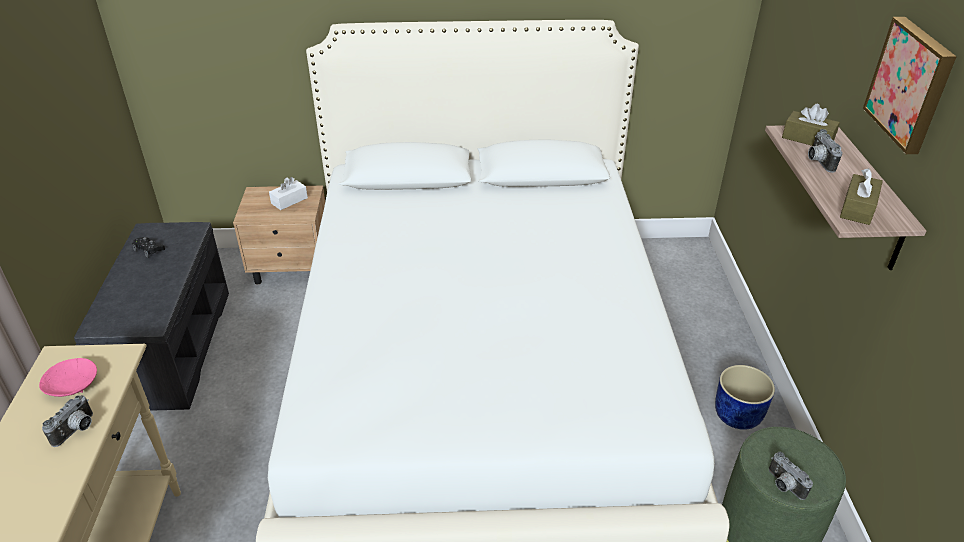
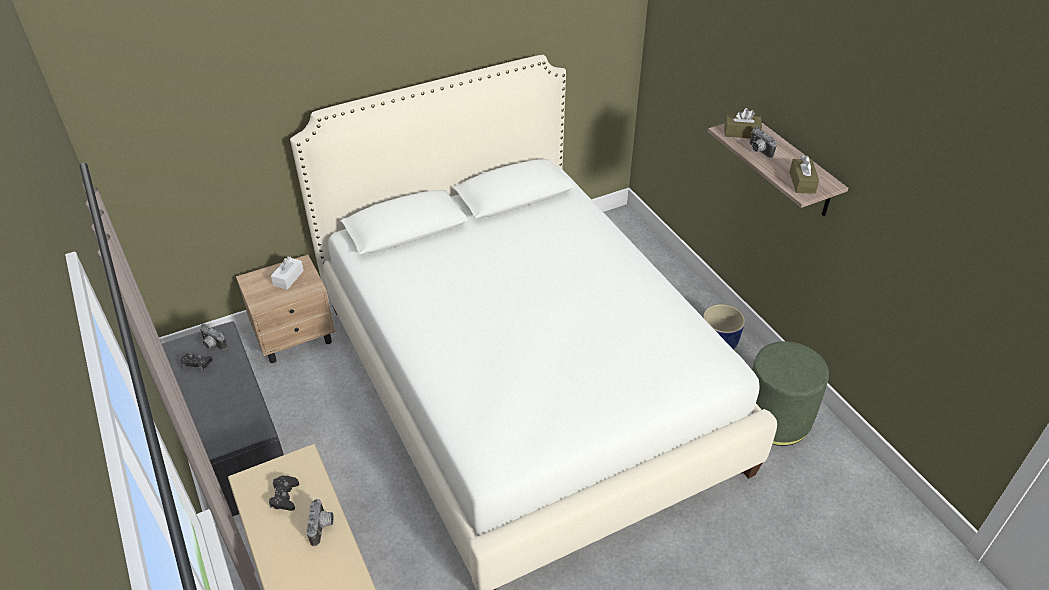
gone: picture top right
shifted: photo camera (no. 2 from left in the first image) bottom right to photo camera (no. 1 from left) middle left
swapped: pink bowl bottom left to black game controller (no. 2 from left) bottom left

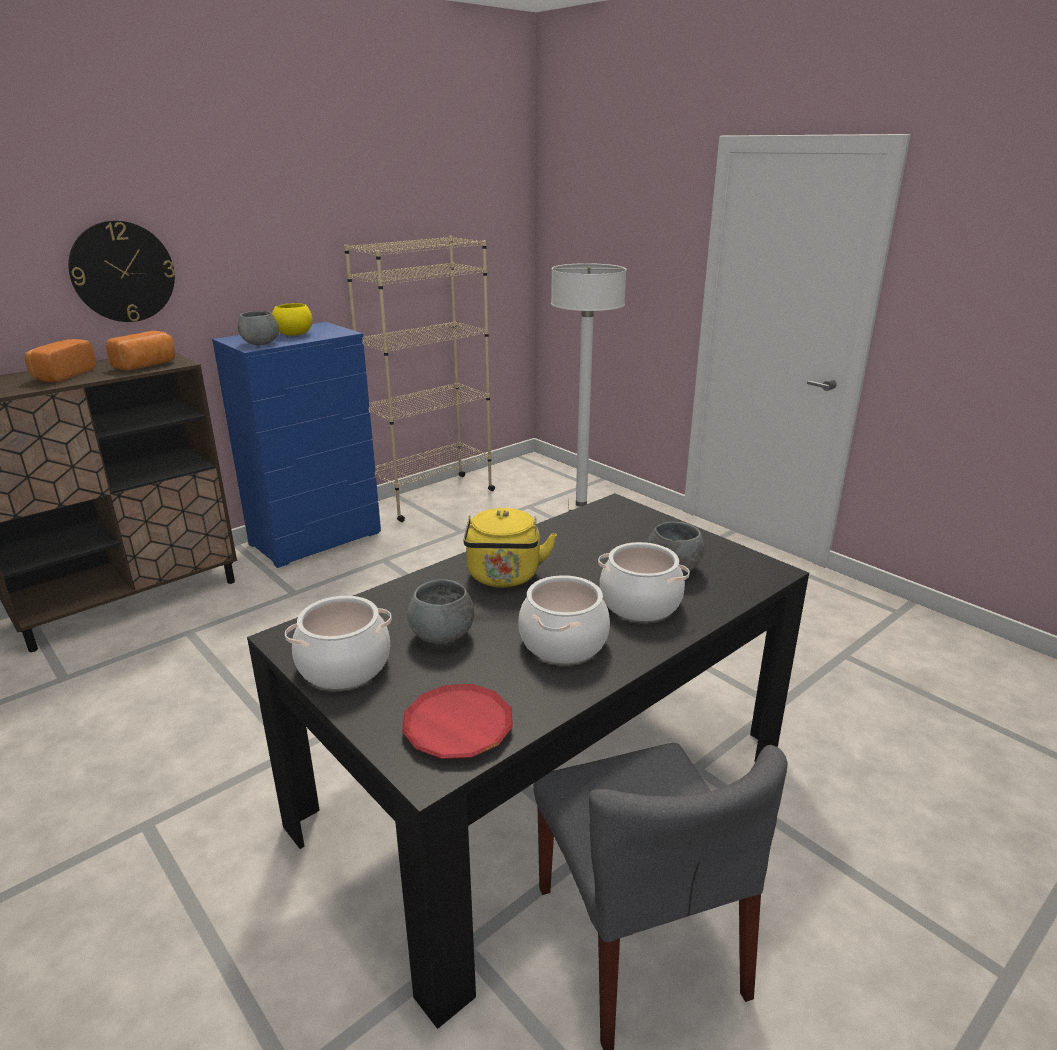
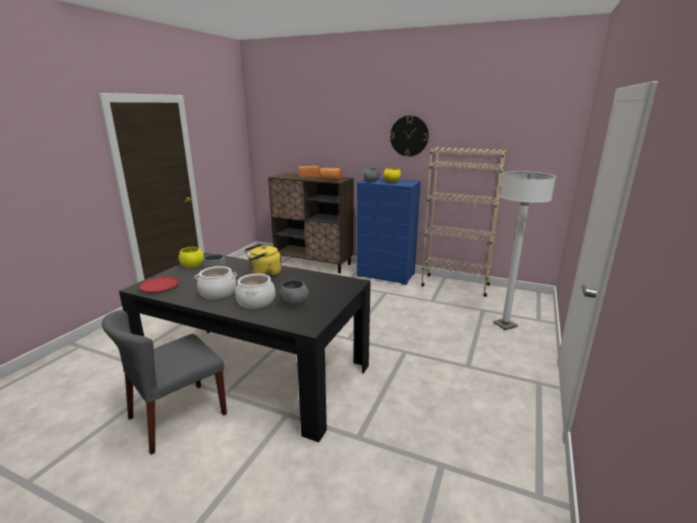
shifted: wall clock top left to top centre
swapped: cooking pot (no. 1 from left) middle left to yellow bowl (no. 1 from left) middle left

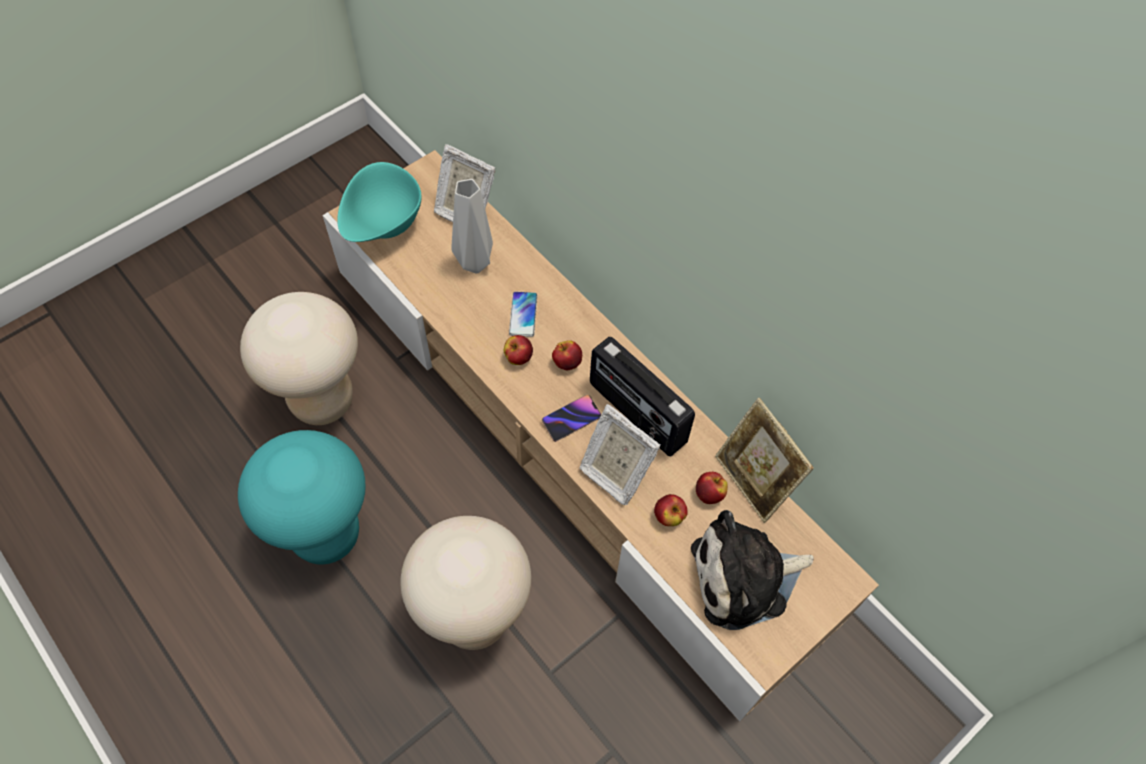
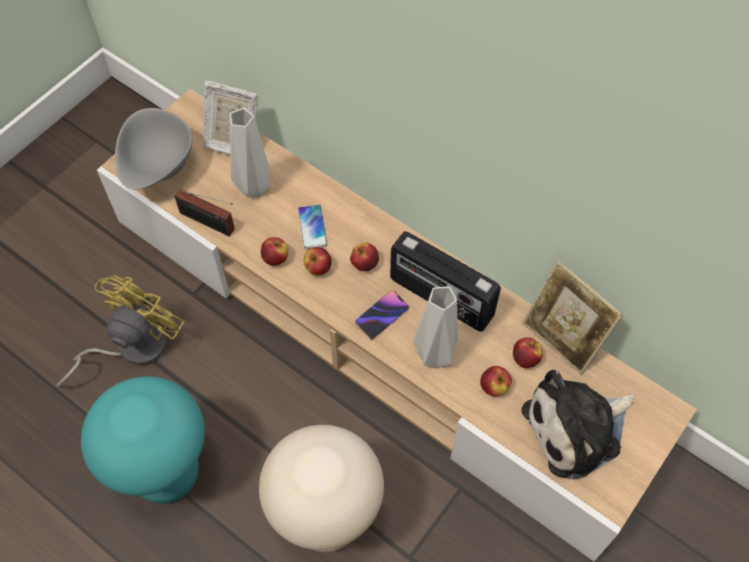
new: radio (no. 1 from left) middle left; apple (no. 1 from left) centre
swapped: beige stool (no. 1 from left) middle left to yellow fan middle left; picture frame (no. 2 from left) centre to grey vase (no. 2 from left) centre
repainted: turquoise bowl top left to grey bowl top left

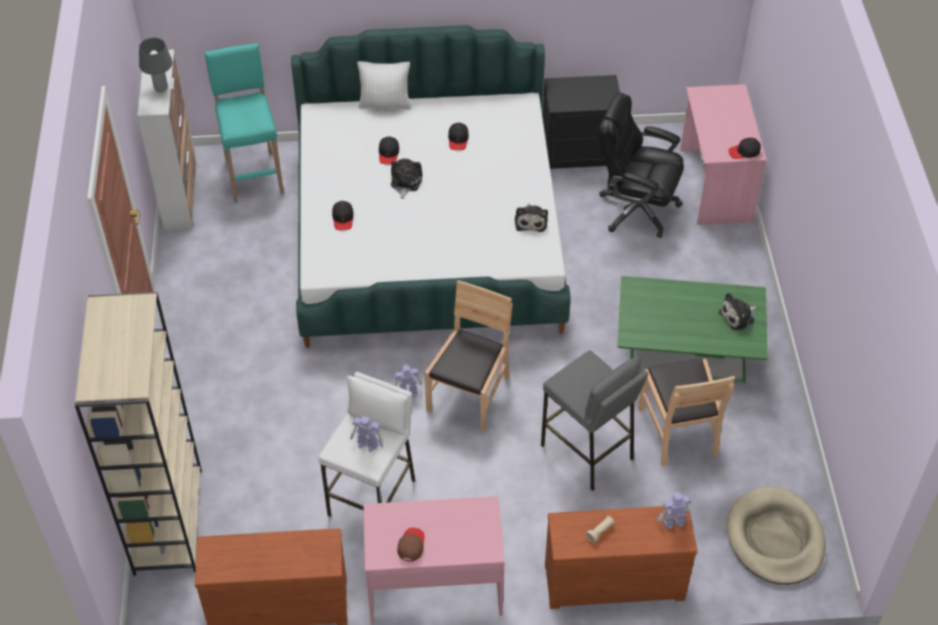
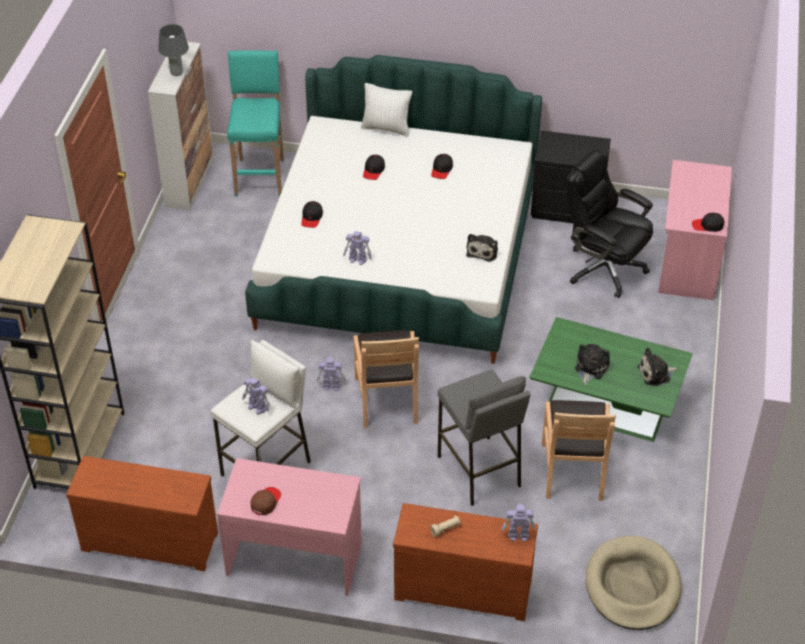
new: toy robot (no. 3 from left) centre
shifted: plush toy (no. 1 from left in the first image) top centre to plush toy (no. 2 from left) middle right
rotated: brown chair (no. 1 from left) centre = centre 135 degrees clockwise

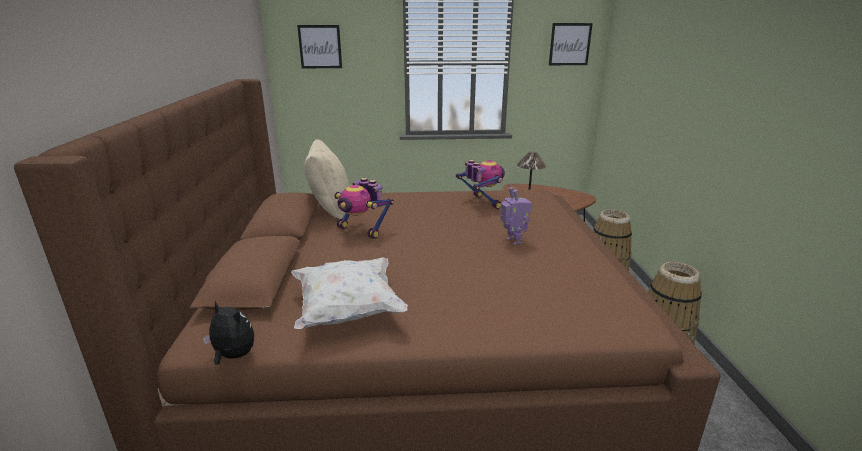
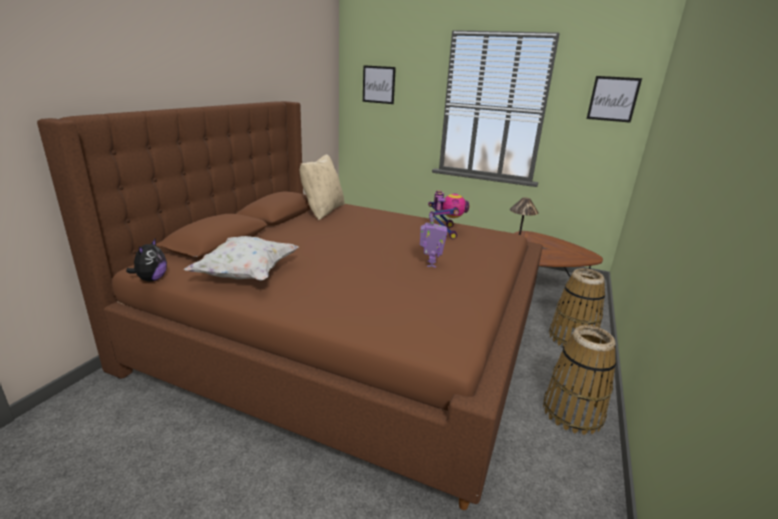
gone: toy robot (no. 1 from left) centre
rotated: plush toy bottom left = middle left 45 degrees clockwise

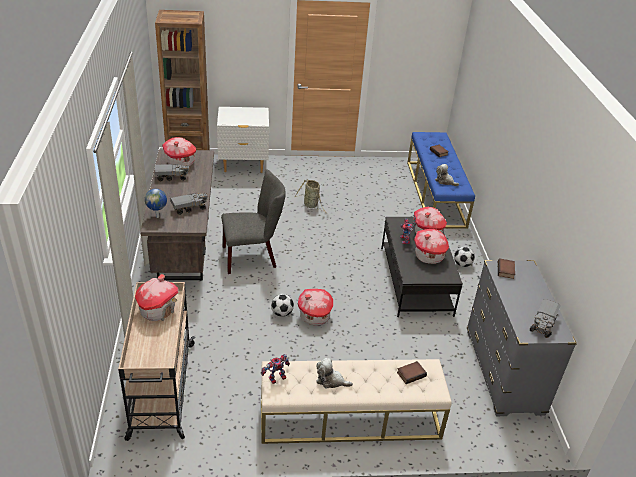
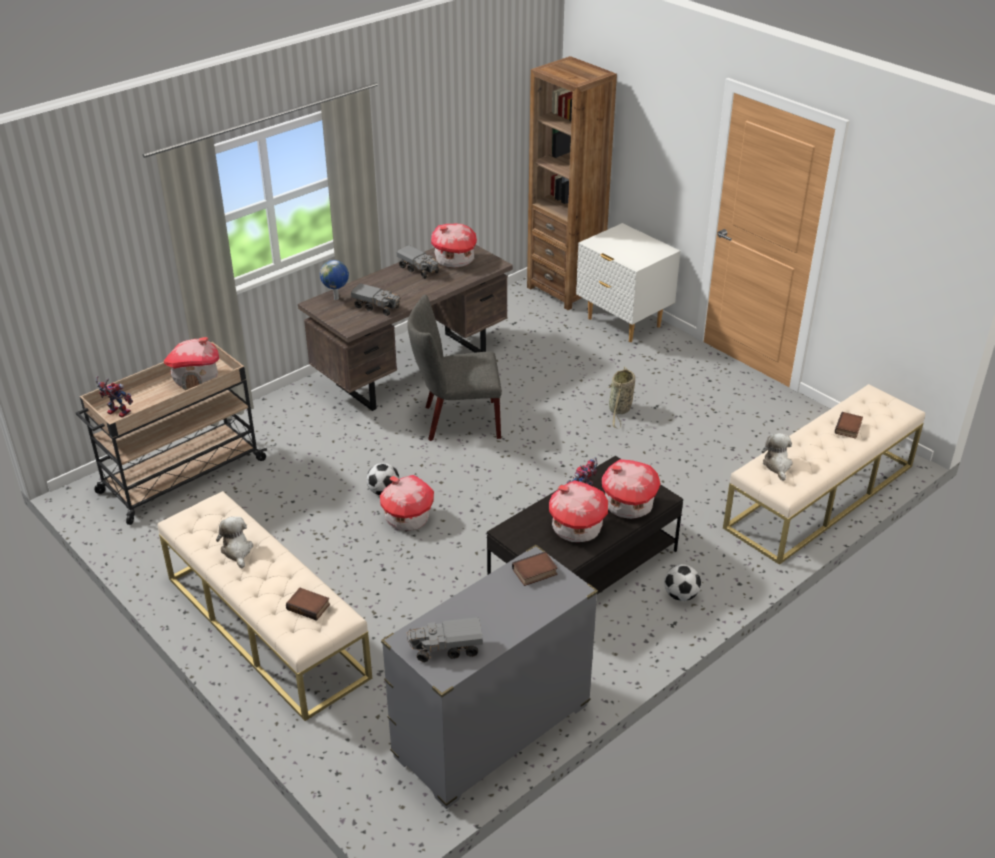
shifted: toy robot (no. 1 from left) bottom centre to middle left
repainted: blue bench middle right to beige bench (no. 2 from left) middle right
rotated: grey chair centre = centre 135 degrees clockwise

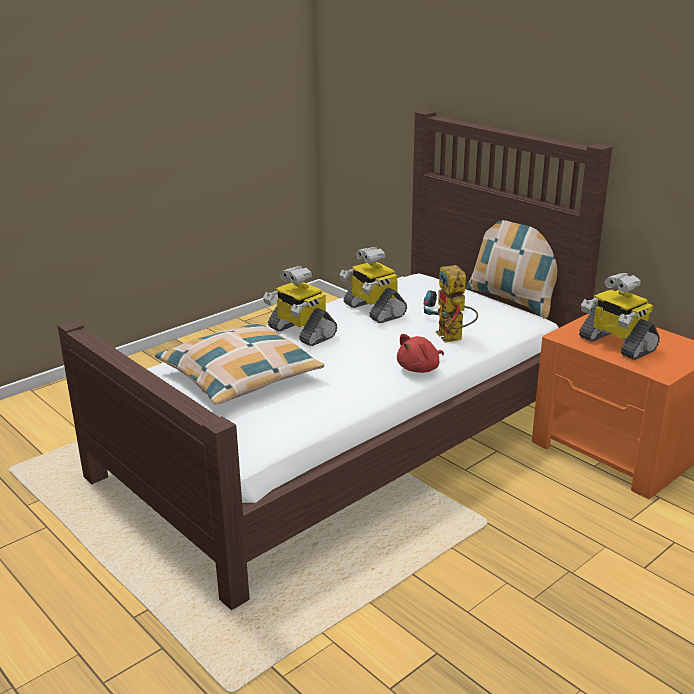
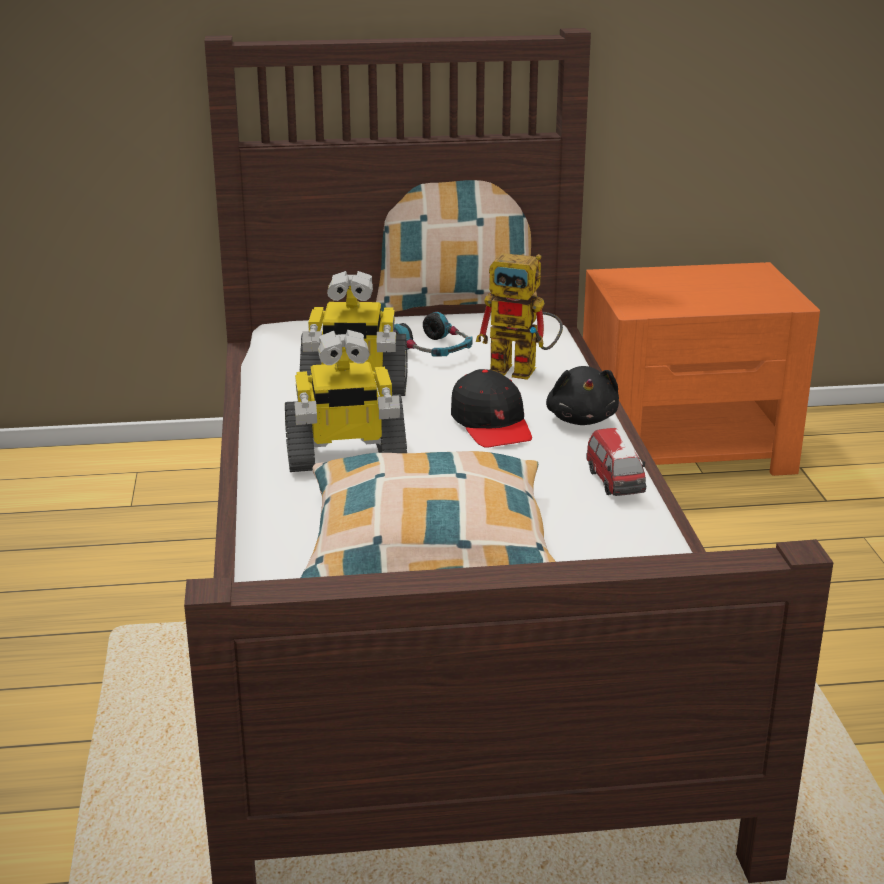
gone: toy robot (no. 4 from left) middle right
new: black cap centre; toy car middle right
repainted: red plush toy centre to black plush toy centre

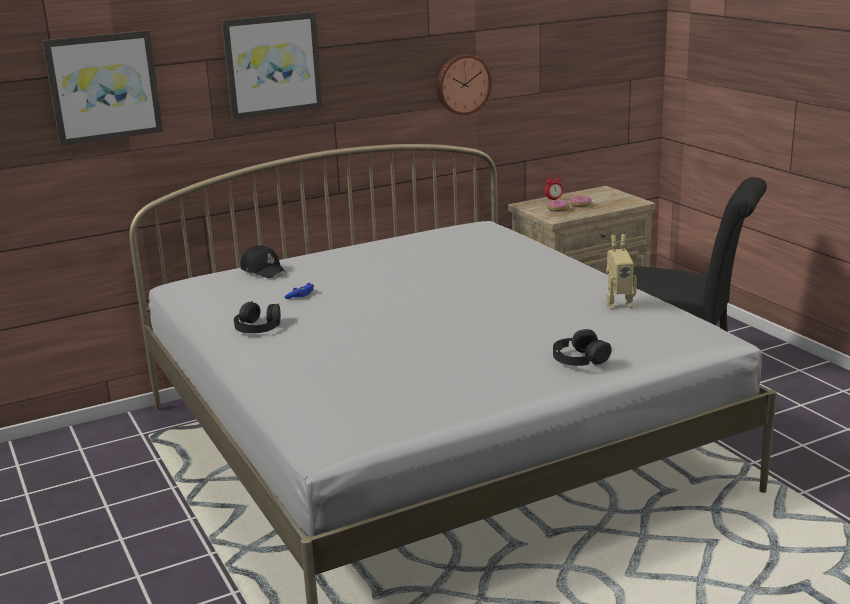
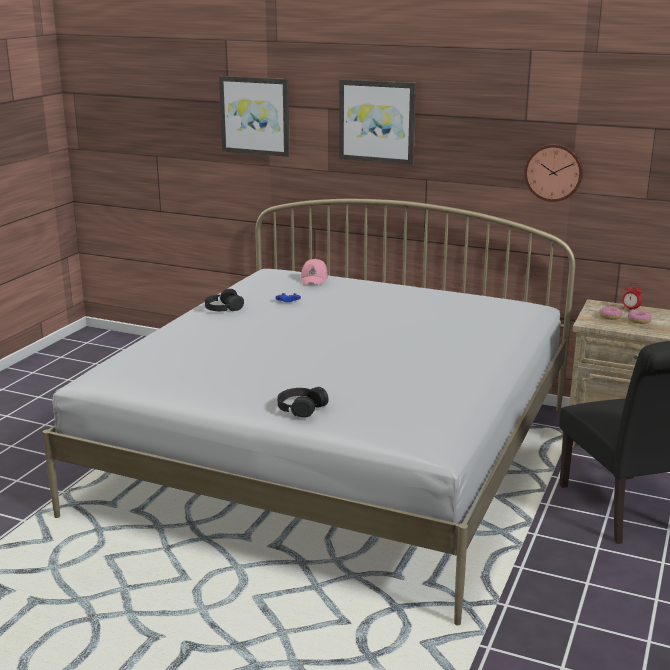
gone: toy robot middle right
repainted: black cap middle left to pink cap centre

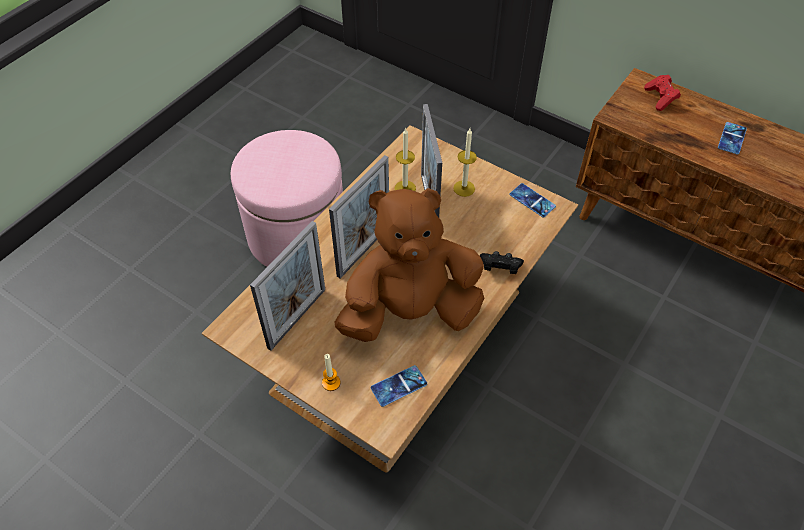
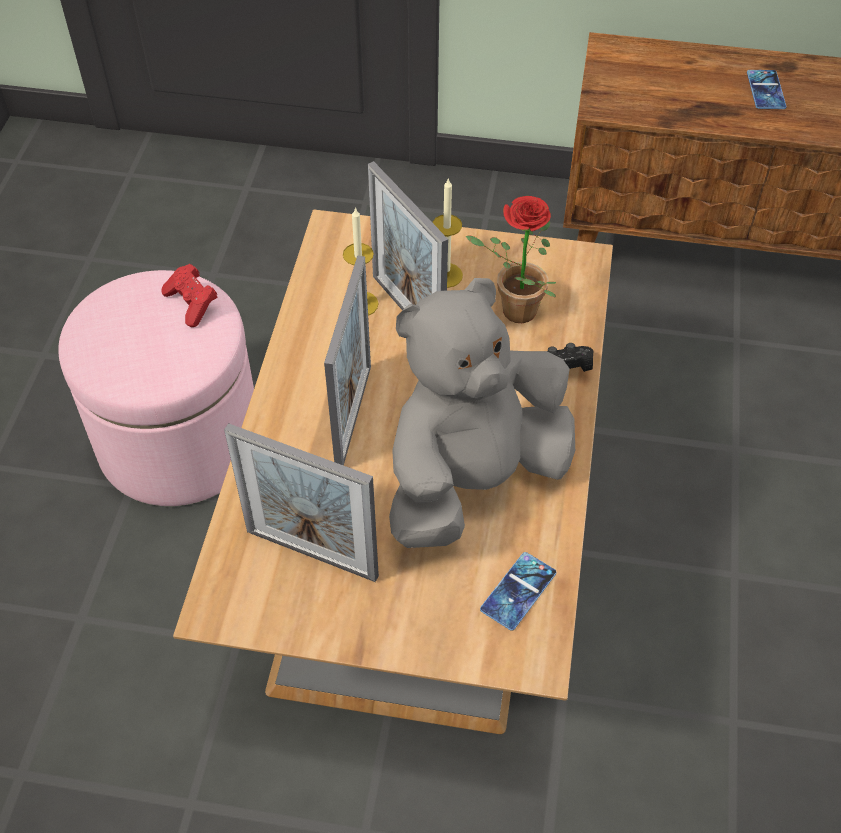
gone: phone (no. 2 from left) centre; candle (no. 1 from left) bottom centre
new: potted plant top centre
shifted: red game controller top right to middle left
repainted: brown plush toy centre to grey plush toy centre
rotated: picture frame (no. 1 from left) centre = centre 105 degrees clockwise

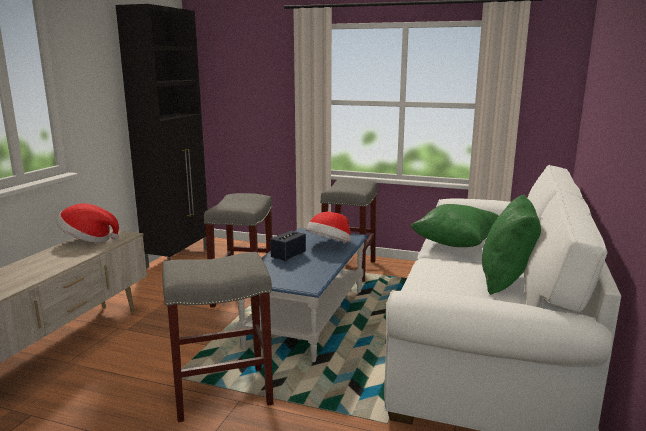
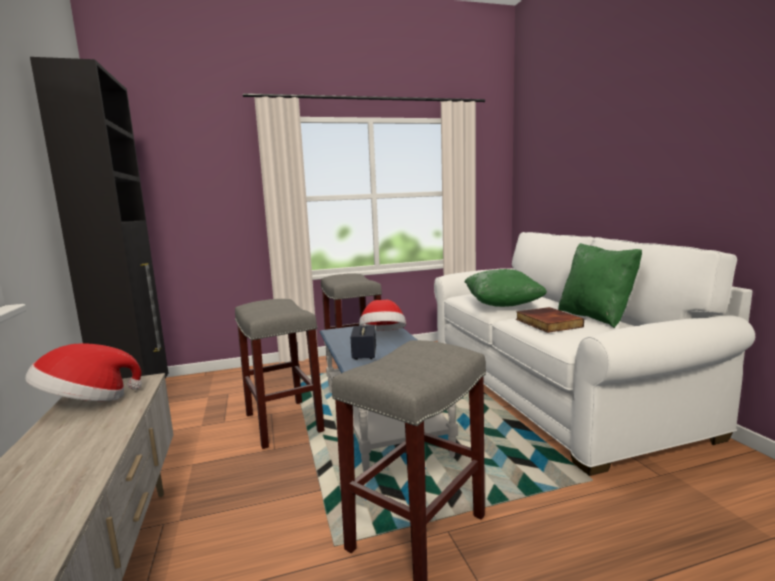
new: book middle right

